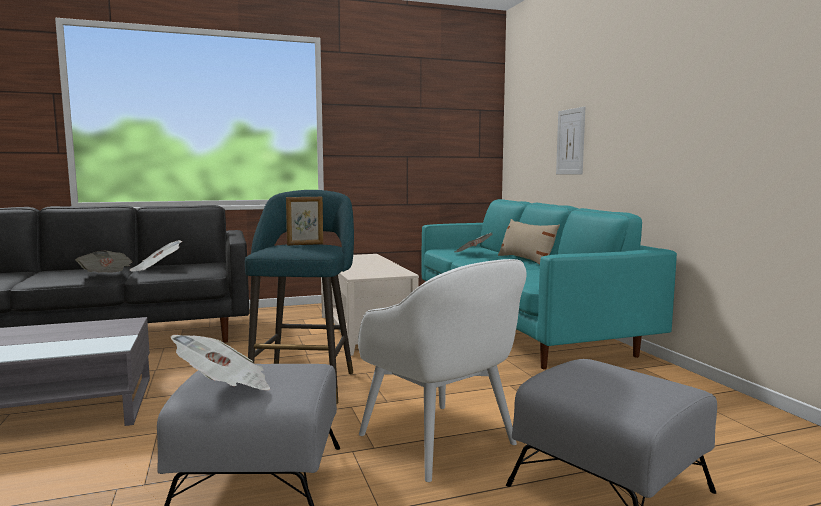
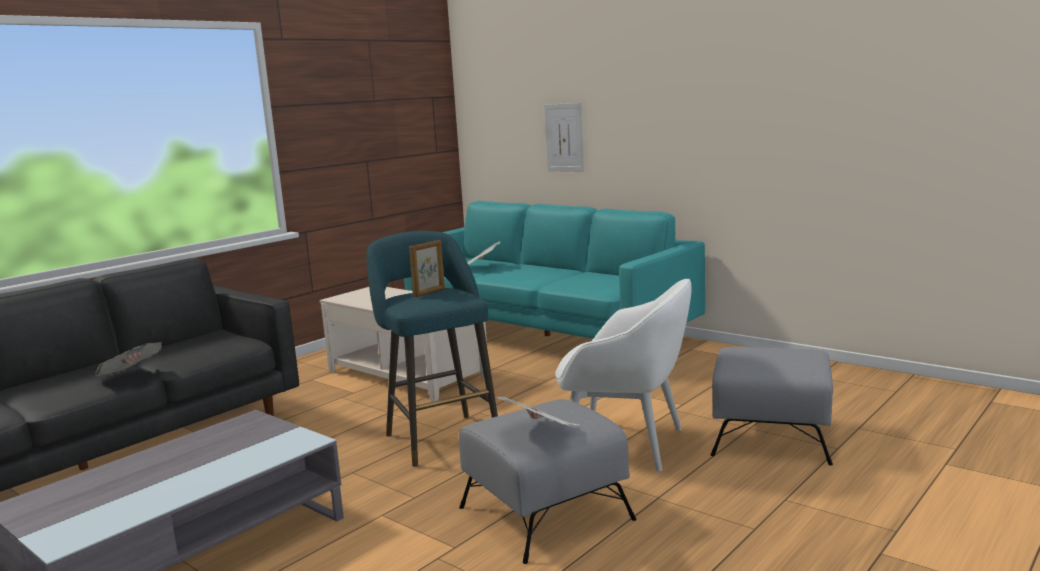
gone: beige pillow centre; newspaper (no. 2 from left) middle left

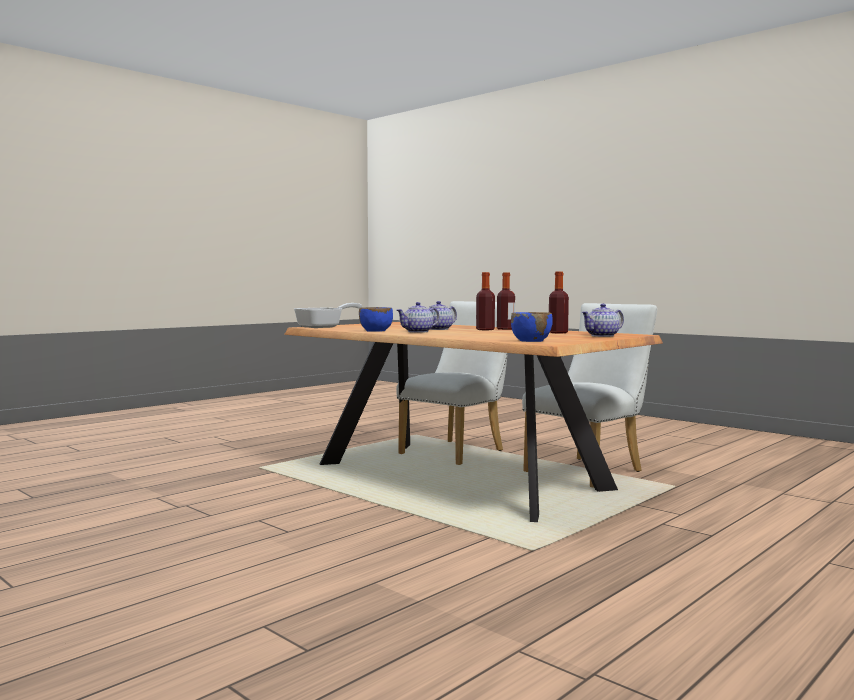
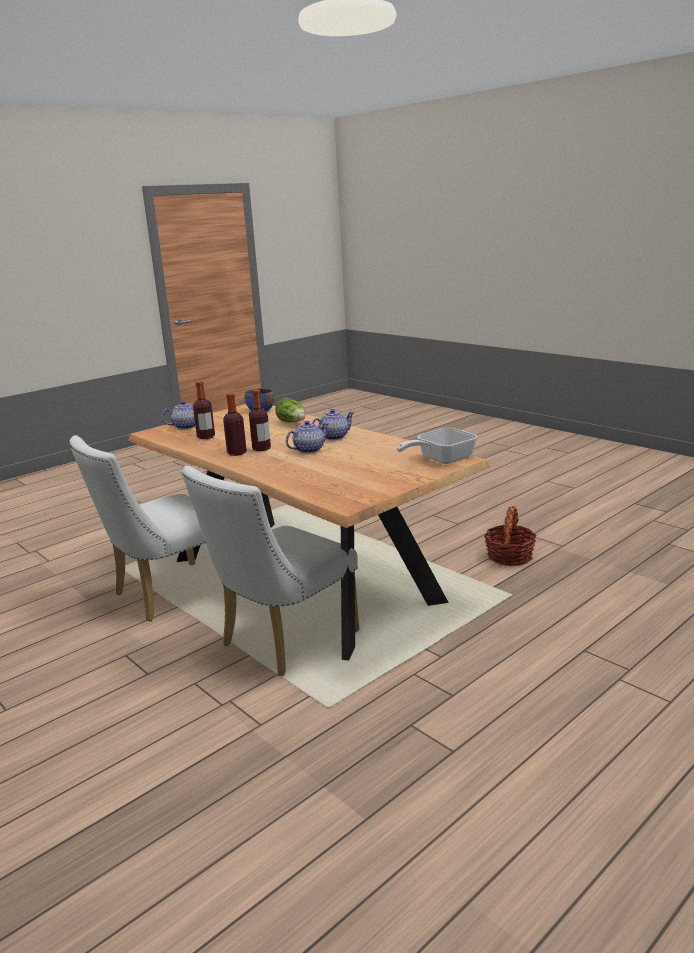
gone: blue bowl (no. 1 from left) centre
new: lettuce centre; basket middle right

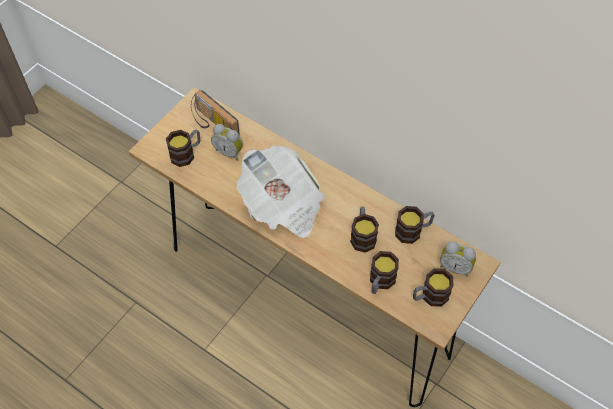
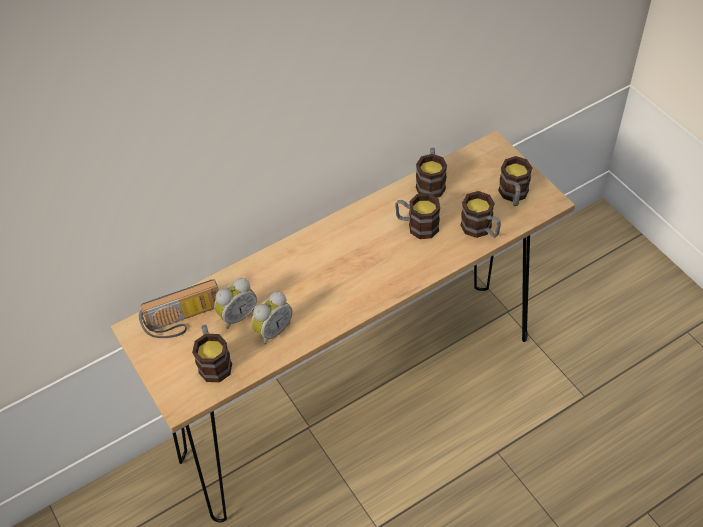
gone: newspaper centre
shifted: alarm clock (no. 2 from left) middle right to centre

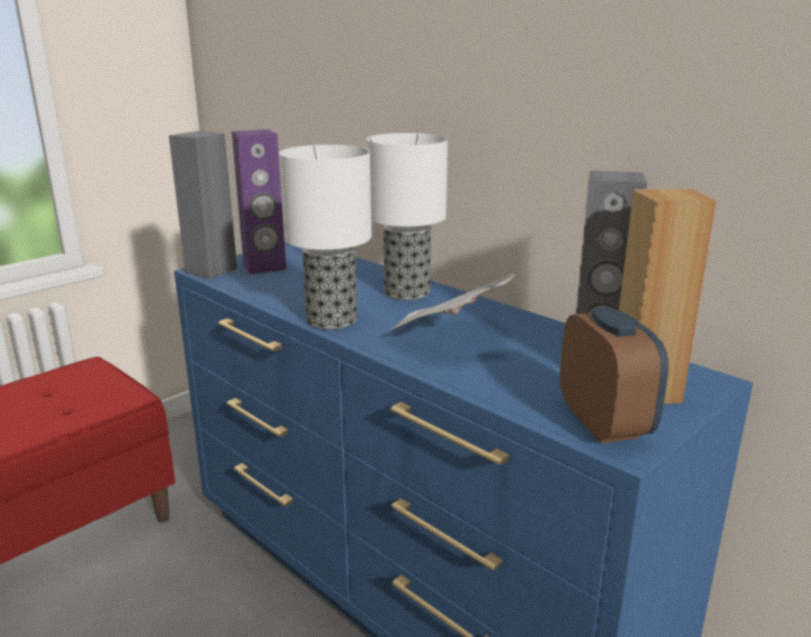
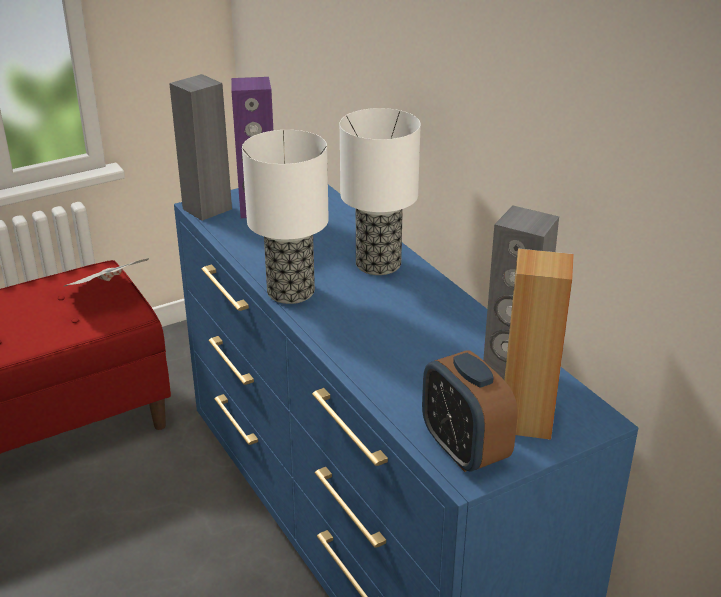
shifted: newspaper centre to middle left
rotated: alarm clock middle right = bottom centre 150 degrees clockwise

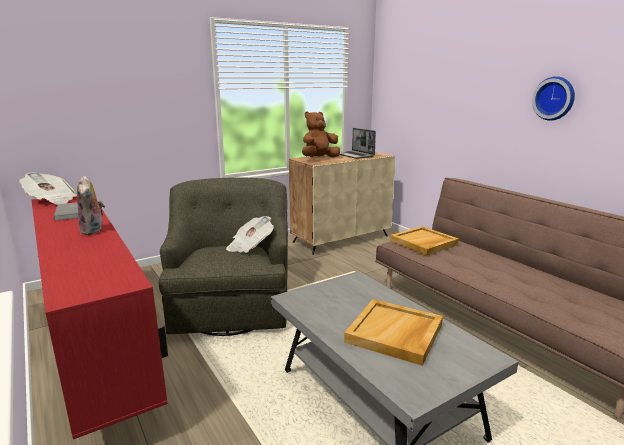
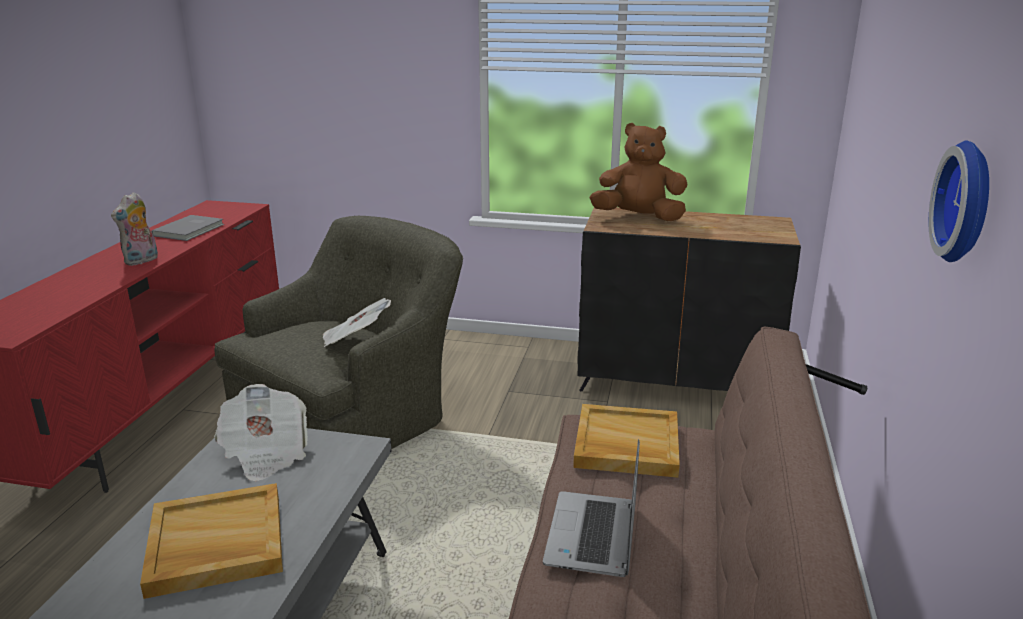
shifted: laptop top centre to bottom centre; newspaper (no. 1 from left) middle left to bottom left
repainted: beige cabinet centre to black cabinet middle right

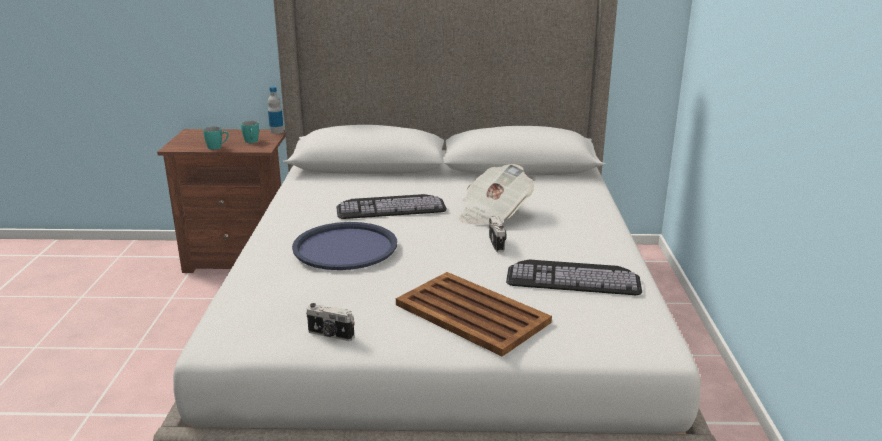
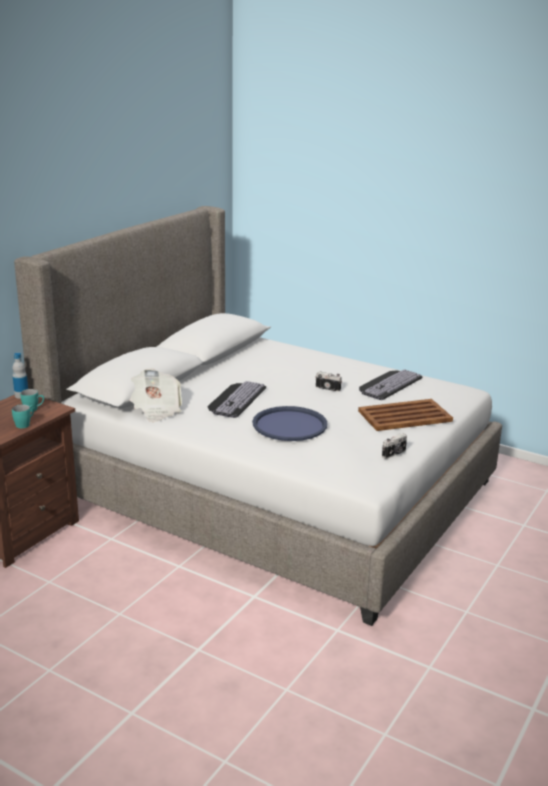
shifted: newspaper centre to middle left

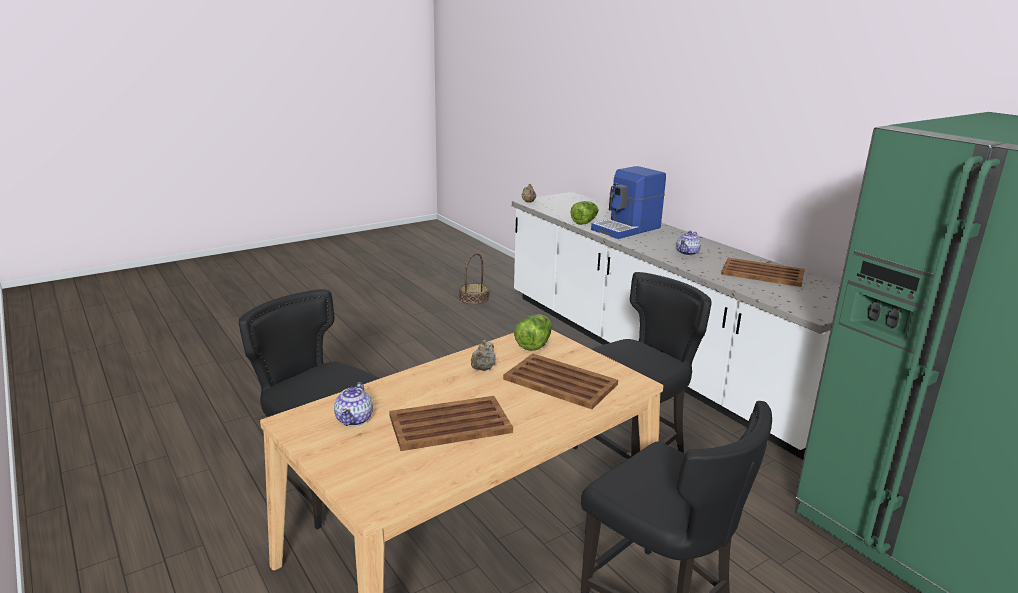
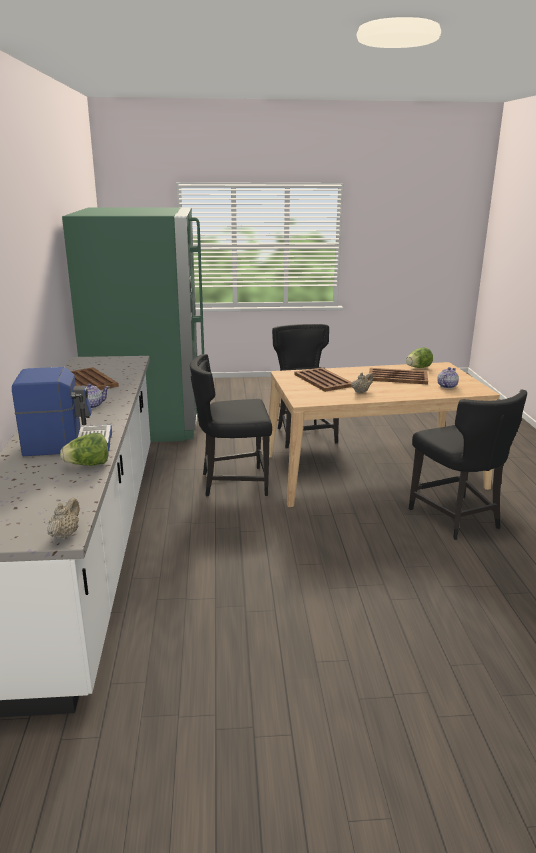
gone: basket centre
shifted: lettuce (no. 1 from left in the first image) centre to lettuce (no. 2 from left) middle right

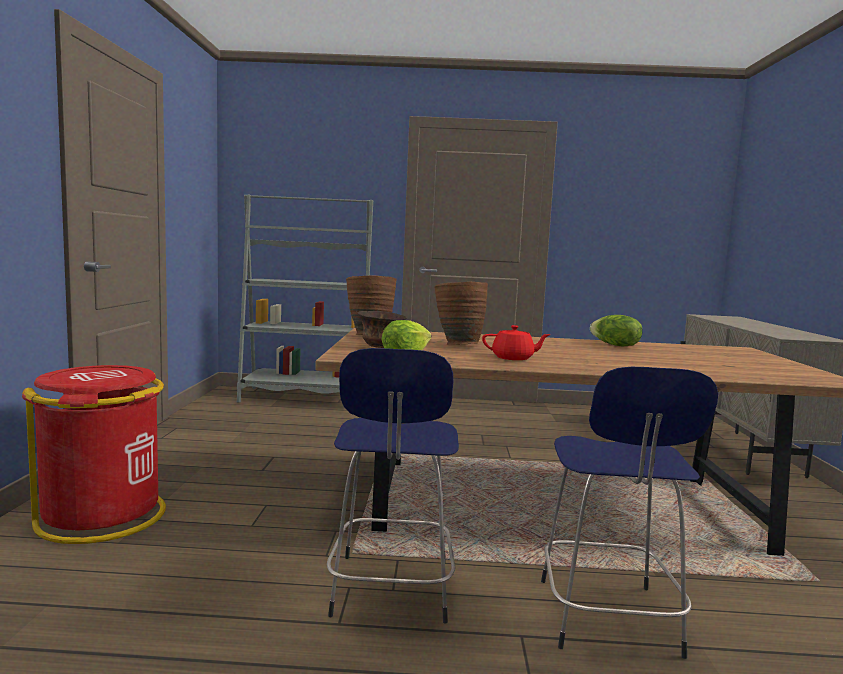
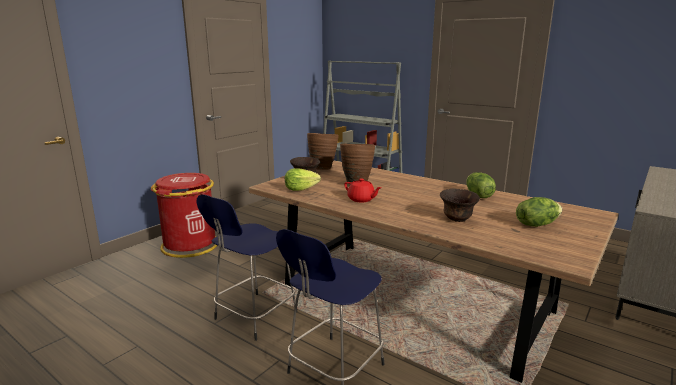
new: brown bowl (no. 2 from left) middle right; lettuce (no. 3 from left) middle right

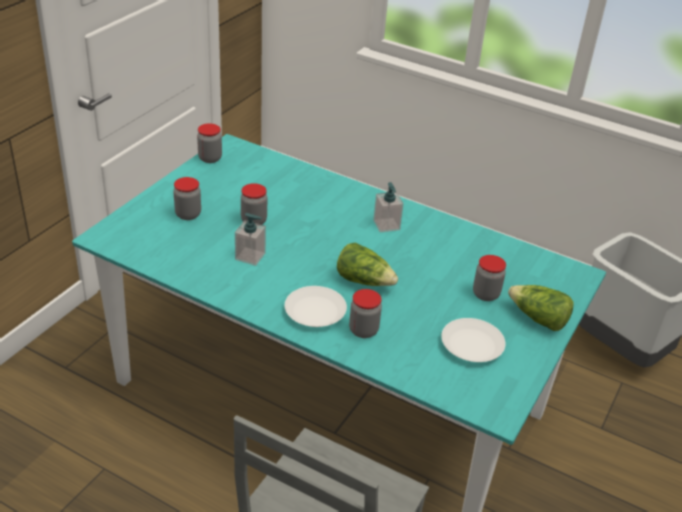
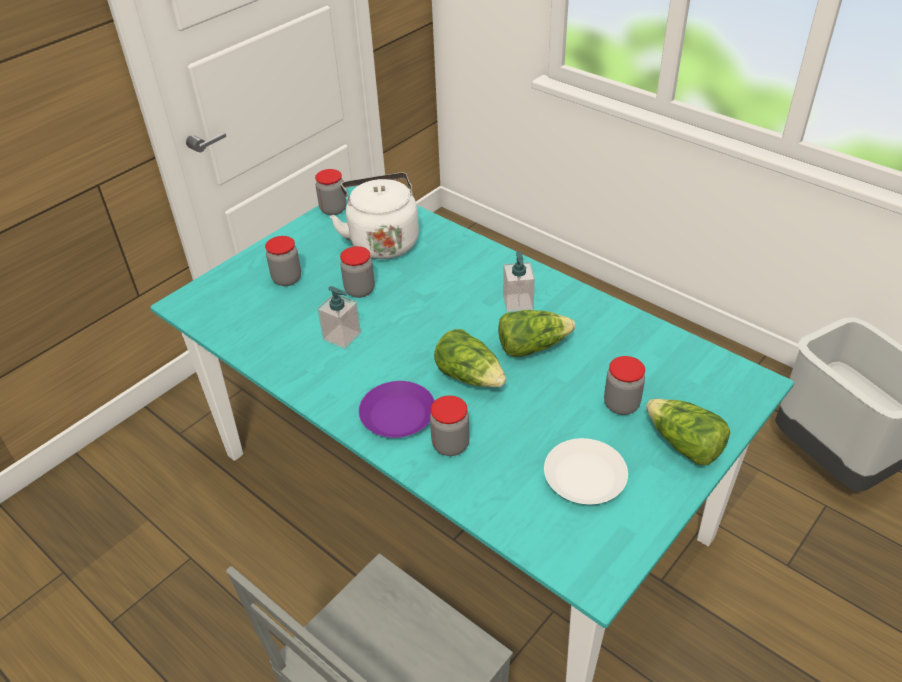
new: white kettle top centre; lettuce (no. 2 from left) centre
repainted: white plate (no. 1 from left) centre to purple plate centre

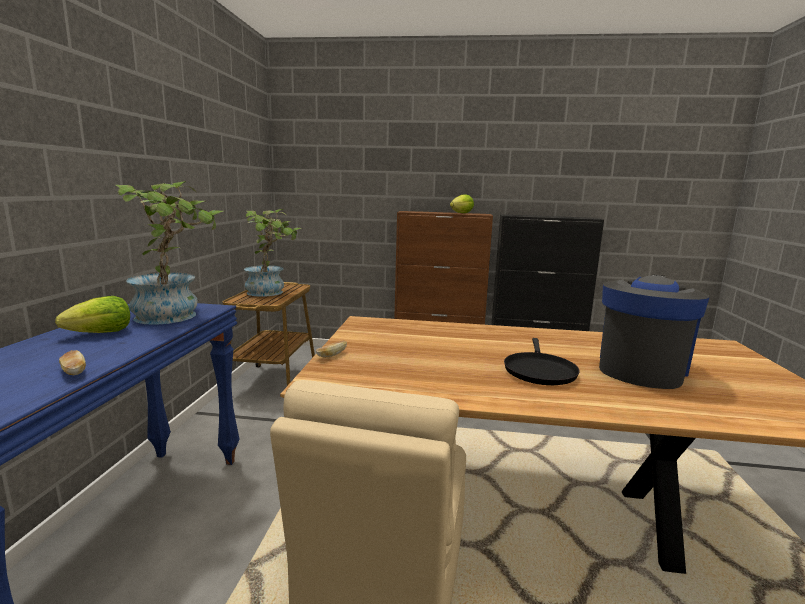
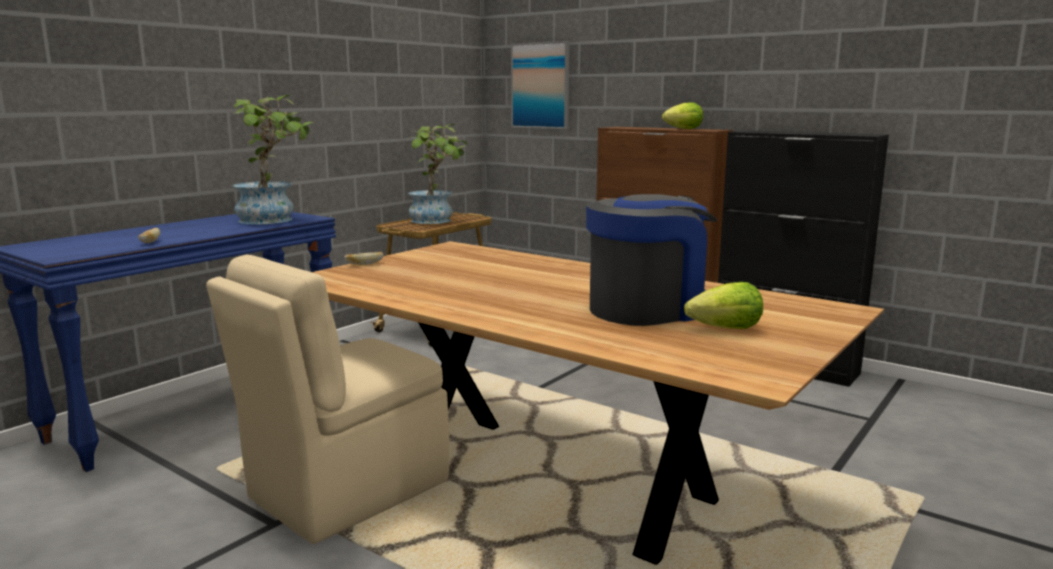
gone: black frying pan middle right
new: picture top centre
shifted: lettuce (no. 1 from left in the first image) middle left to lettuce (no. 2 from left) middle right

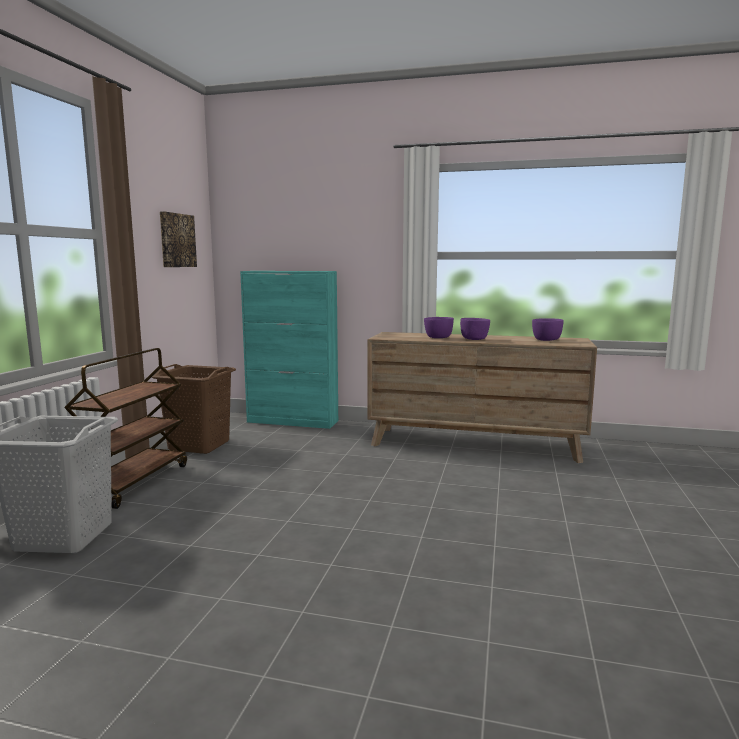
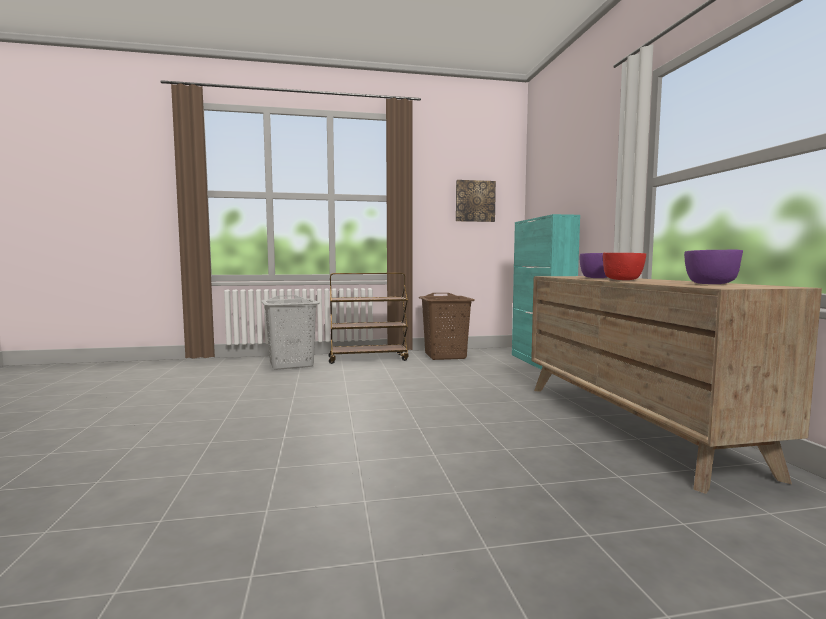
repainted: purple bowl (no. 2 from left) centre to red bowl middle right

